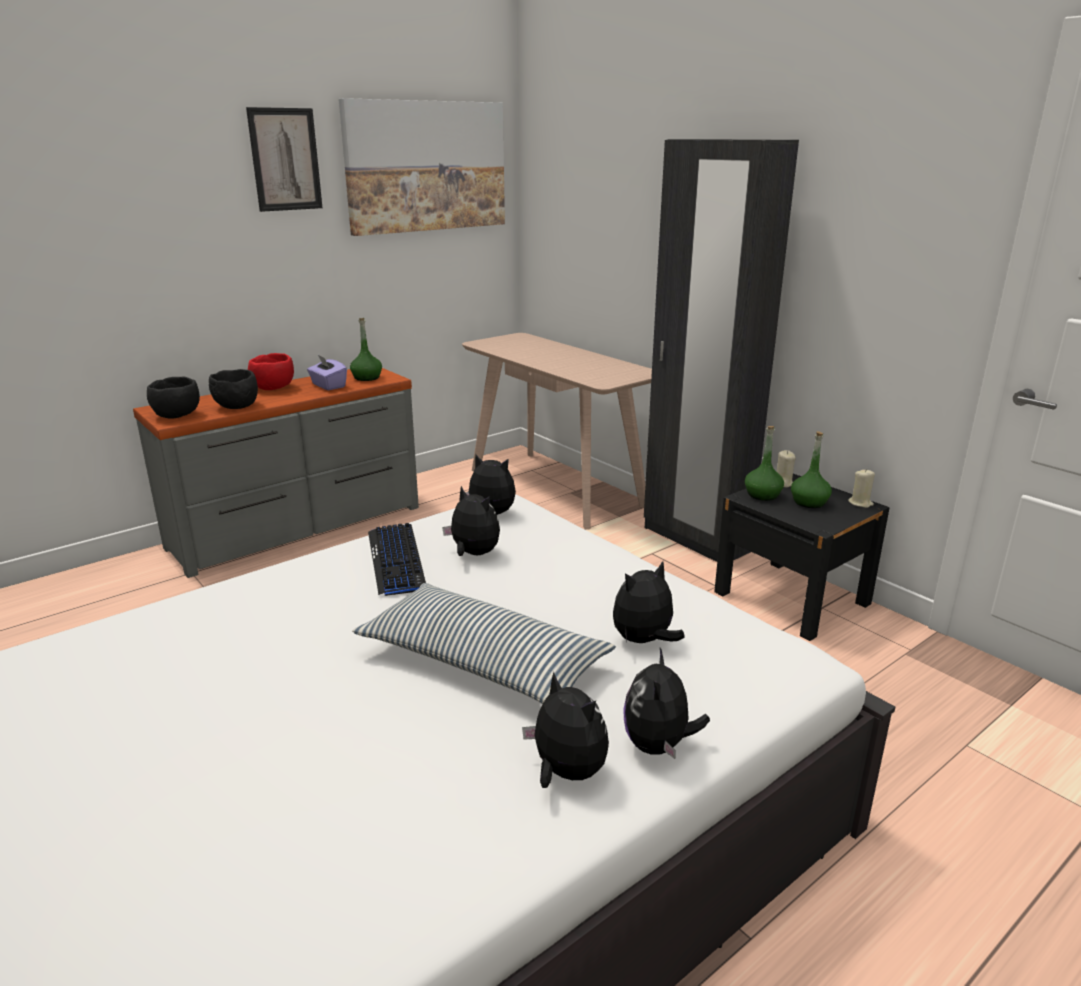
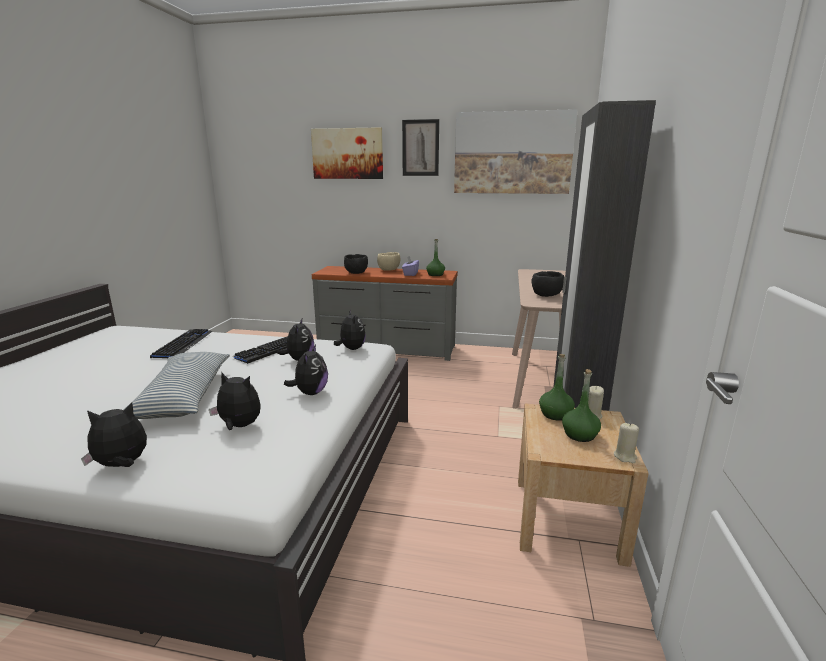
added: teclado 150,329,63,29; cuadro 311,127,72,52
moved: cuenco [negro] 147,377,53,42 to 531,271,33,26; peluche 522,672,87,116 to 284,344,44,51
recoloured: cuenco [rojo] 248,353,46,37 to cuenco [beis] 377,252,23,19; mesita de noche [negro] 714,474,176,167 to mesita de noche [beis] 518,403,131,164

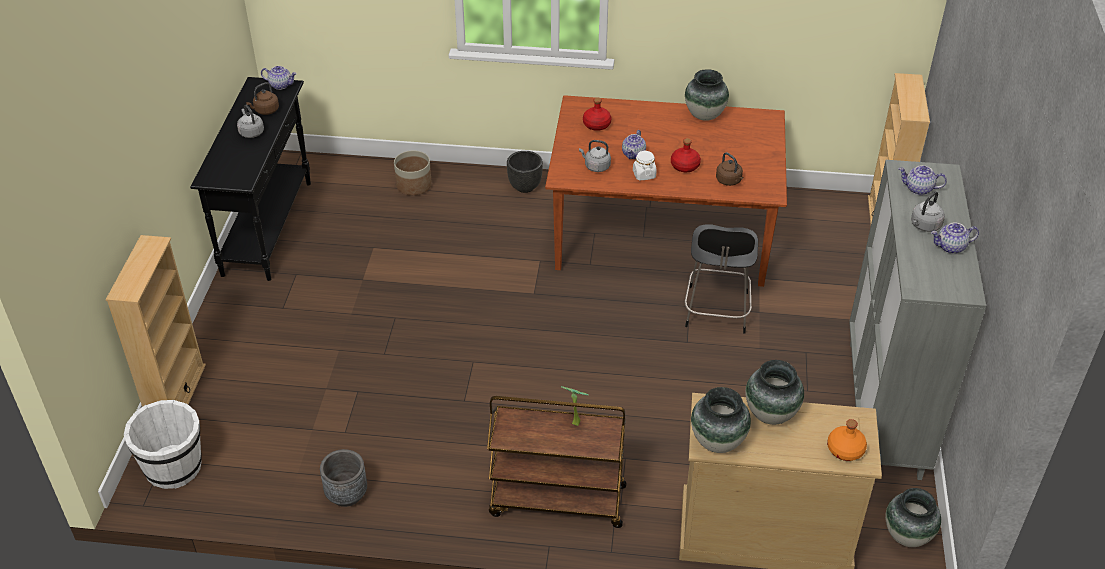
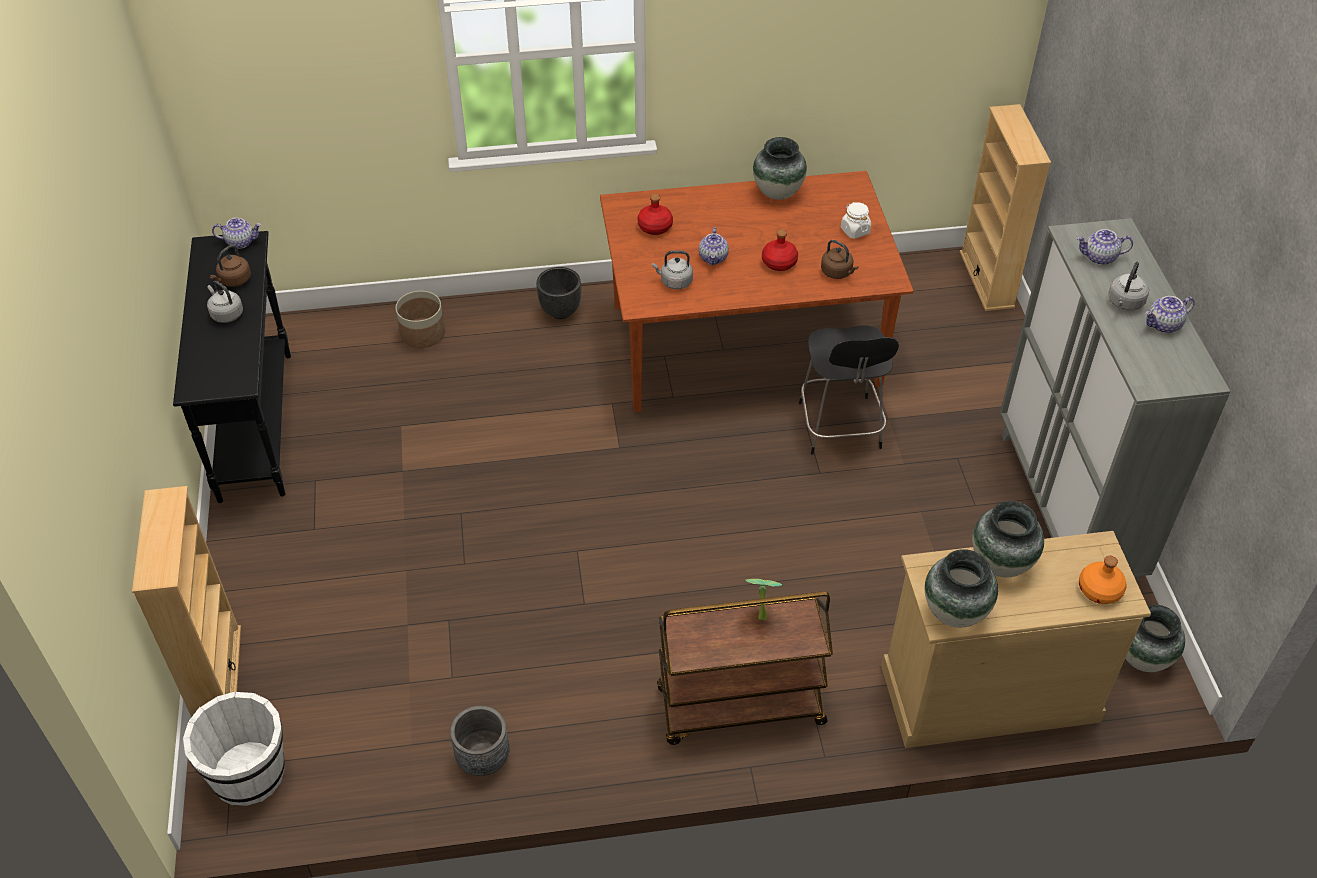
moved: tarro [blanco] 633,150,23,30 to 841,202,30,37

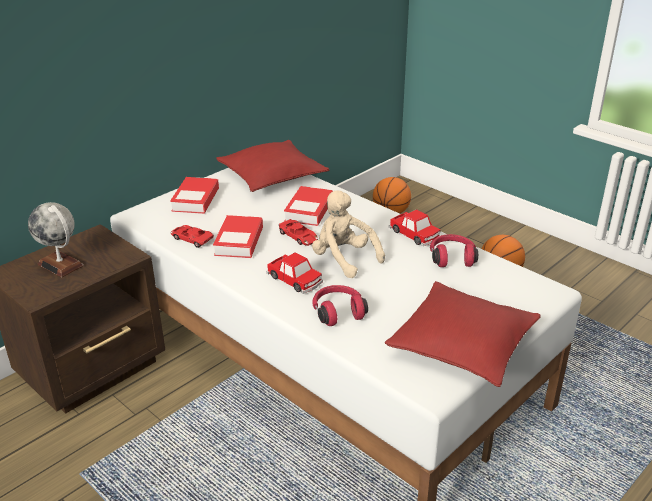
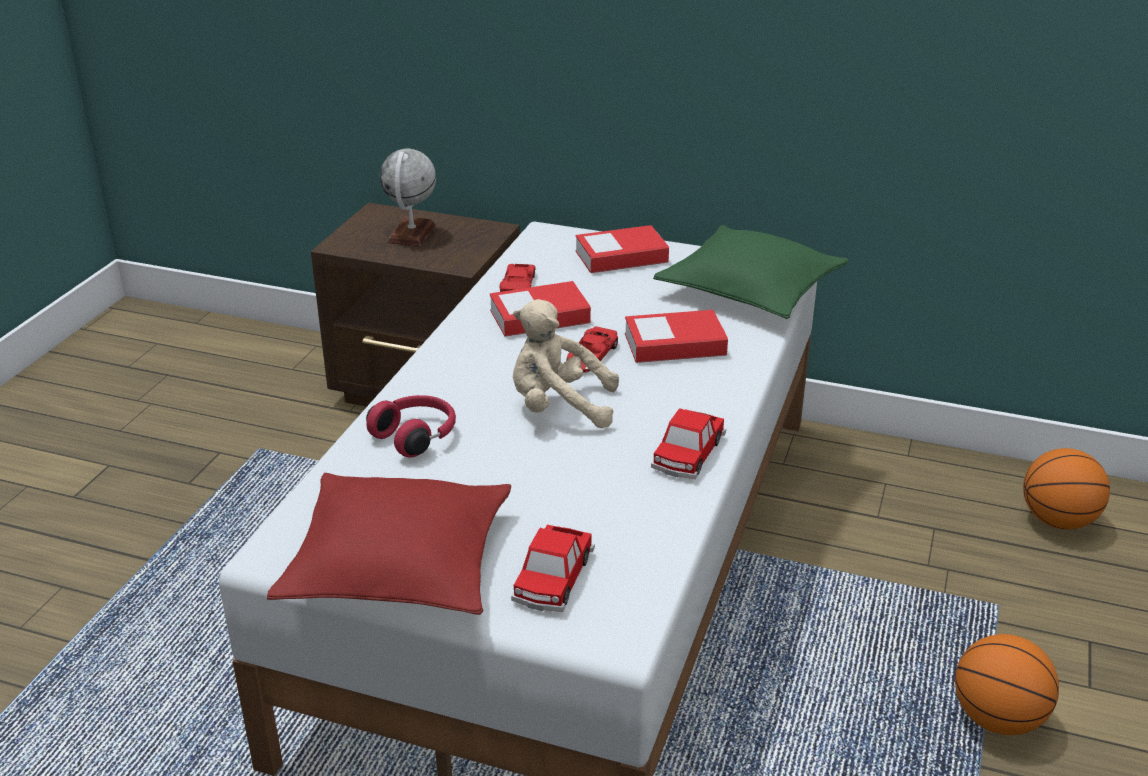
removed: auriculares [rojo] 430,234,48,33
moved: coche de juguete 266,252,57,42 to 511,525,84,87
recoloured: cojín [rojo] 216,140,113,52 to cojín [verde] 653,225,196,94
turned: peluche [beis] 312,190,73,88 = 513,299,106,129 105 degrees counterclockwise

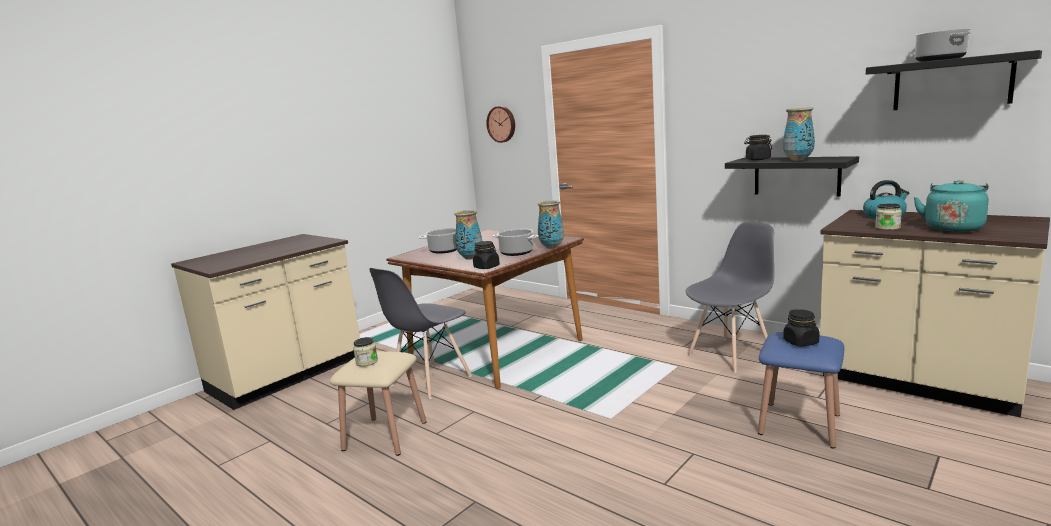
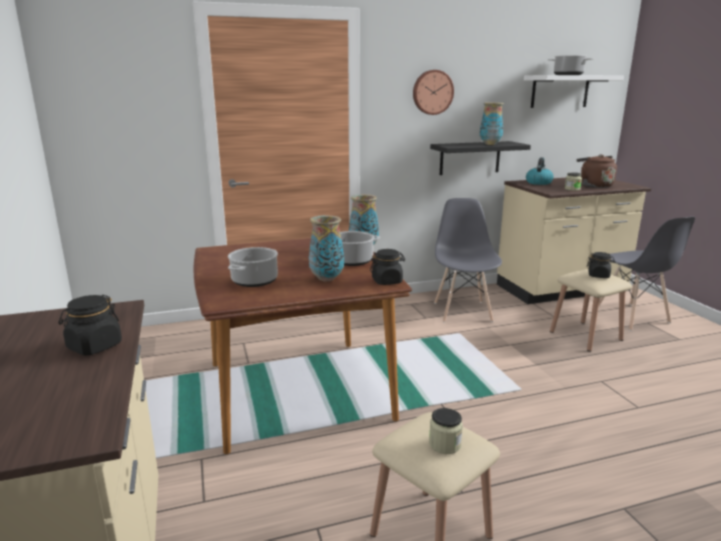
moved: silla [gris] 369,268,103,132 to 599,217,96,114; reloj de pared 486,106,29,37 to 413,70,41,45; tarro [negro] 744,135,28,25 to 58,295,64,61
recoloured: taburete [azul] 758,332,86,117 to taburete [beis] 550,269,82,83; estante [negro] 866,50,176,60 to estante [blanco] 524,75,100,33; hervidor [turquesa] 914,180,75,52 to hervidor [marrón] 577,154,40,34

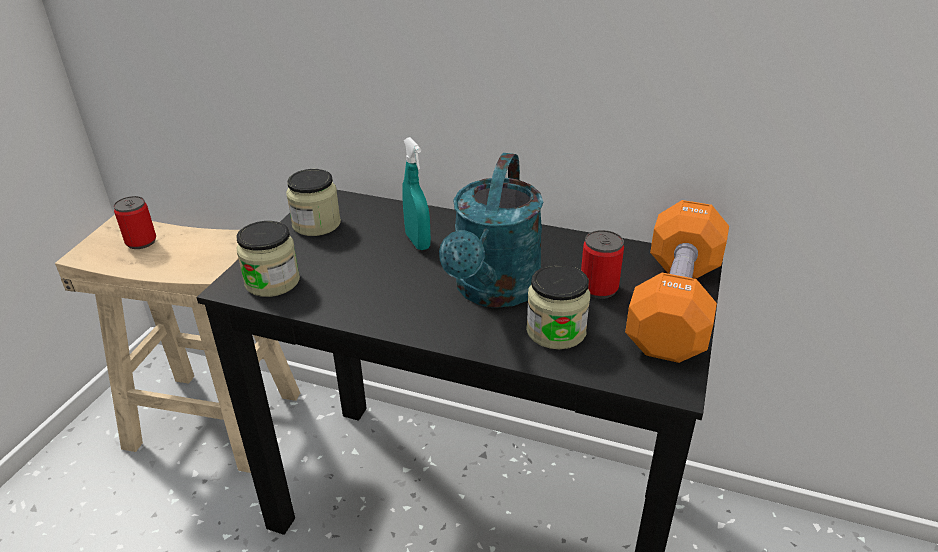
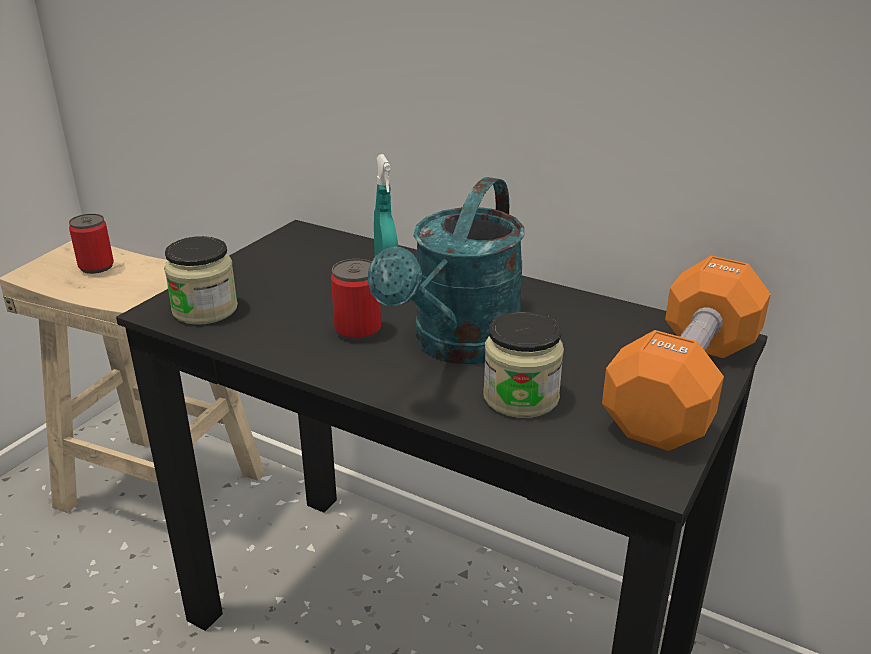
removed: tarro 286,169,55,67
moved: lata 581,230,43,69 to 331,259,50,82

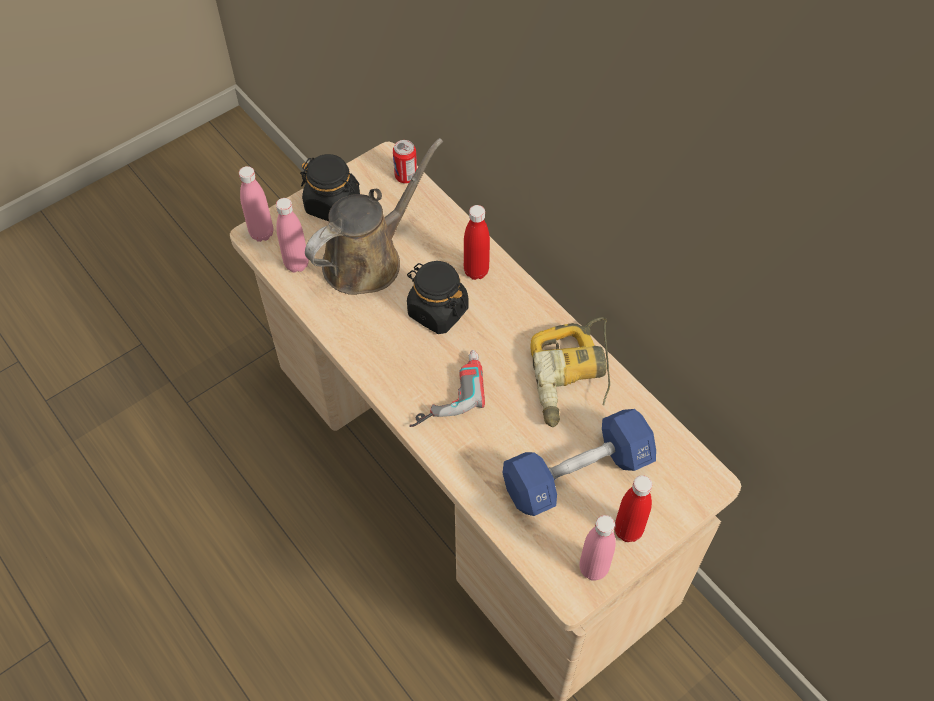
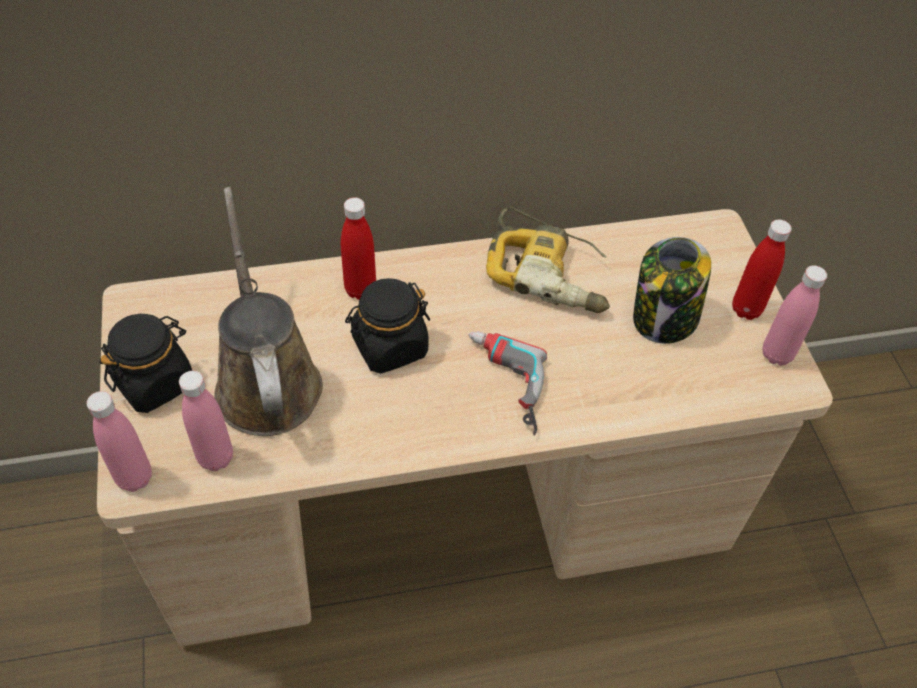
removed: lata 393,140,24,43
replaced: mancuerna [azul] 502,409,154,107 to tarro 633,237,78,107

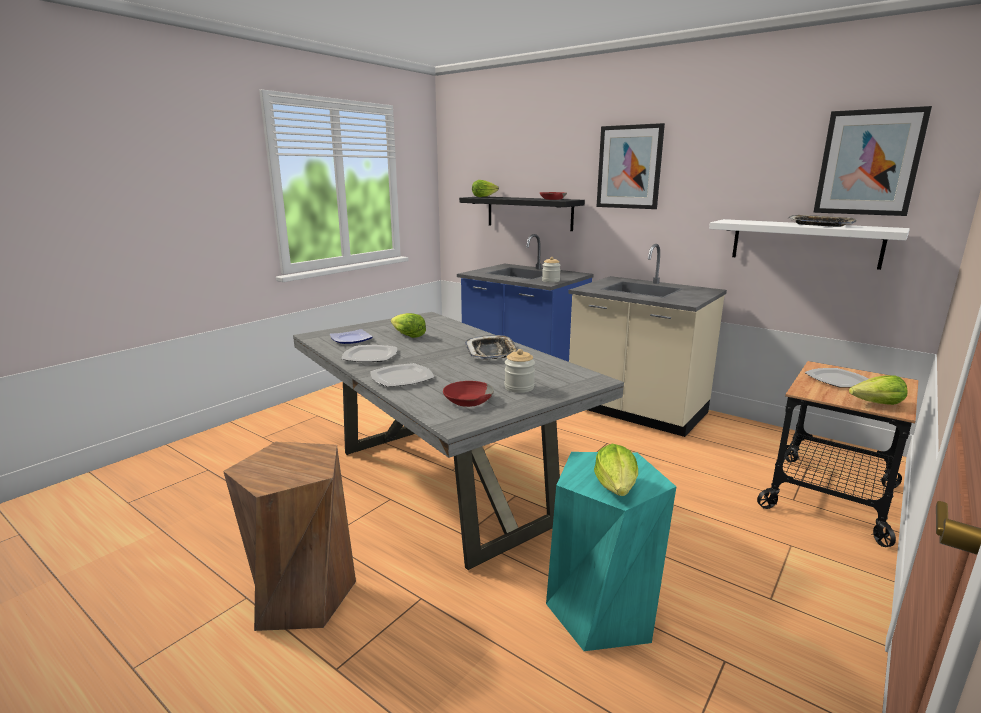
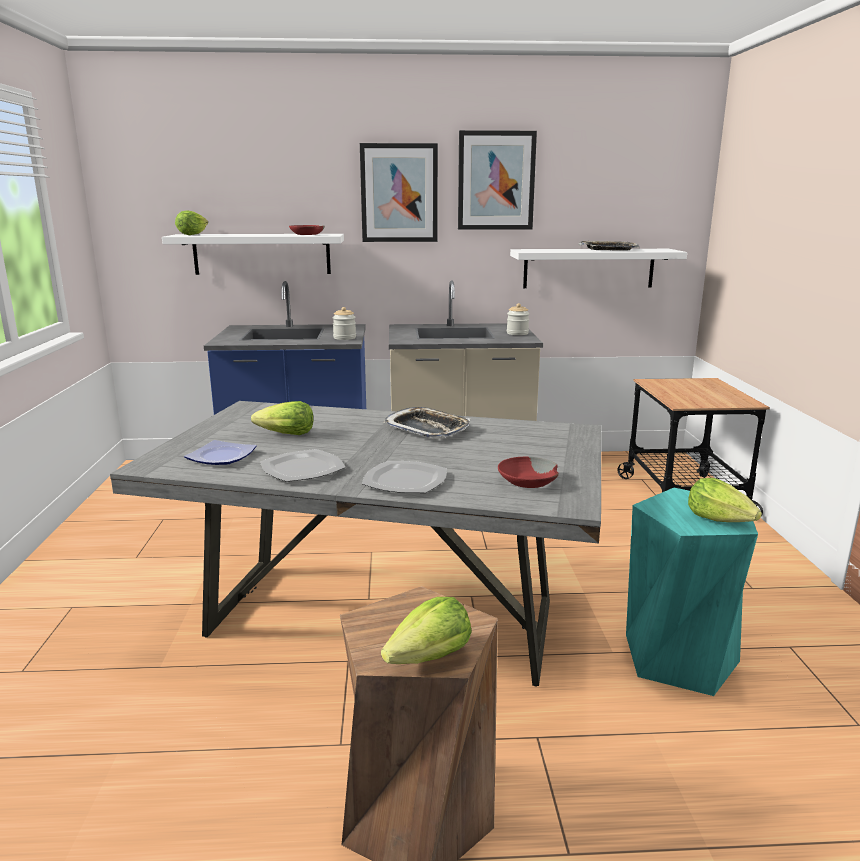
removed: plato 804,368,64,19
moved: tarro 505,349,30,44 to 507,303,22,32; cuadro 813,106,119,110 to 458,130,79,100; lechuga 849,375,59,30 to 381,597,91,67
recoloured: estante [negro] 459,197,126,34 to estante [blanco] 162,234,182,41

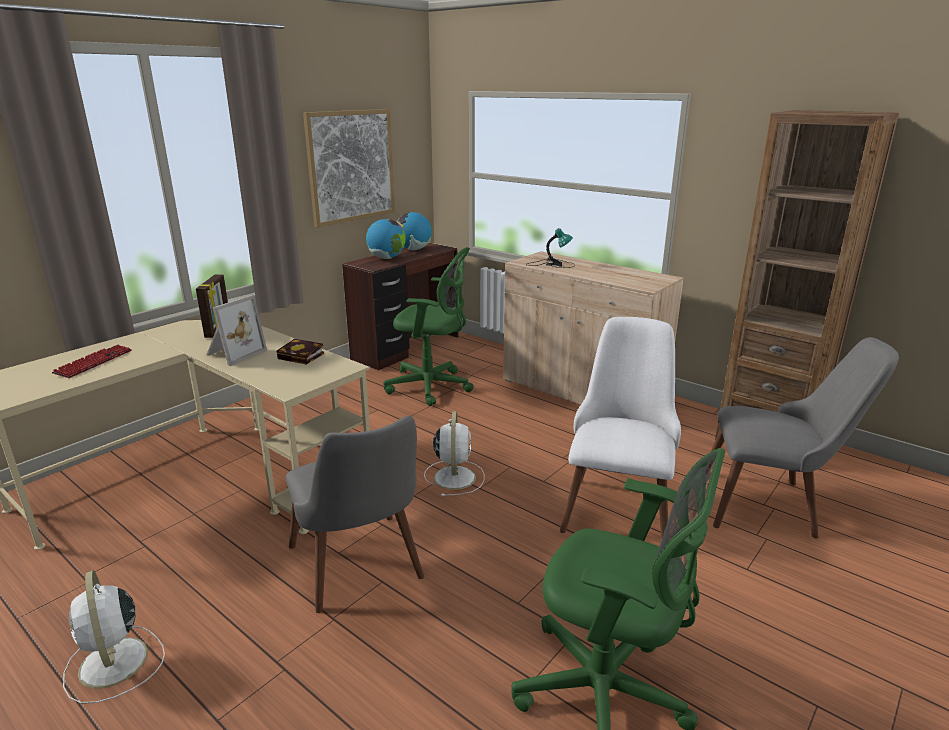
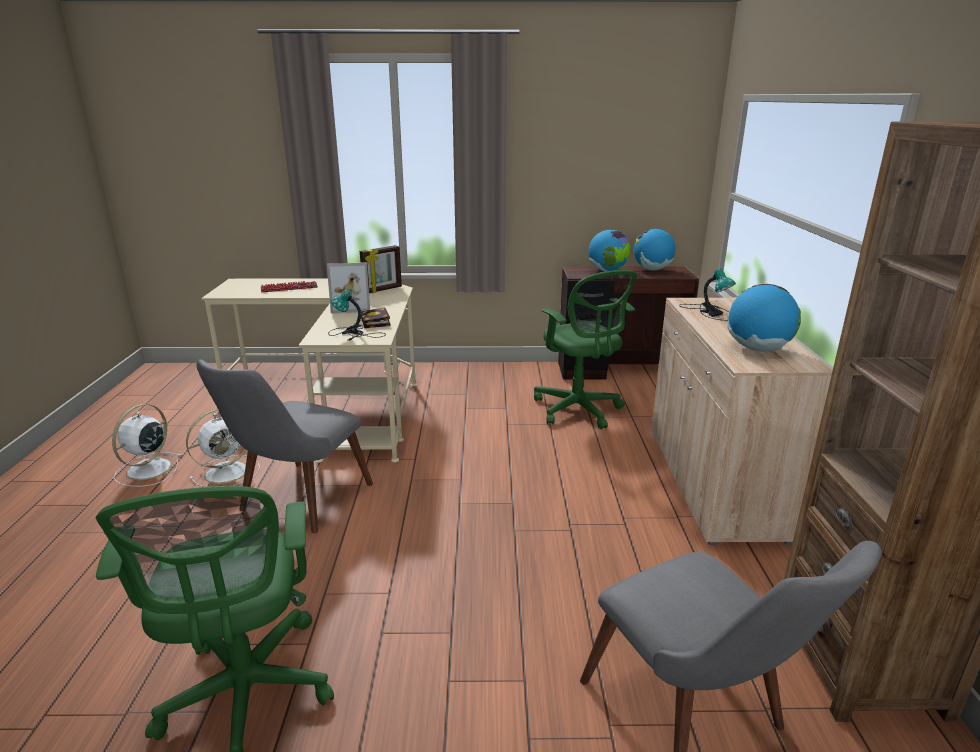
removed: cuadro 303,109,92,118; silla [blanco] 560,317,121,223
added: lámpara de mesa 328,290,58,51; globo terráqueo 727,284,74,67
moved: ventilador [blanco] 424,411,60,86 to 186,409,74,78

